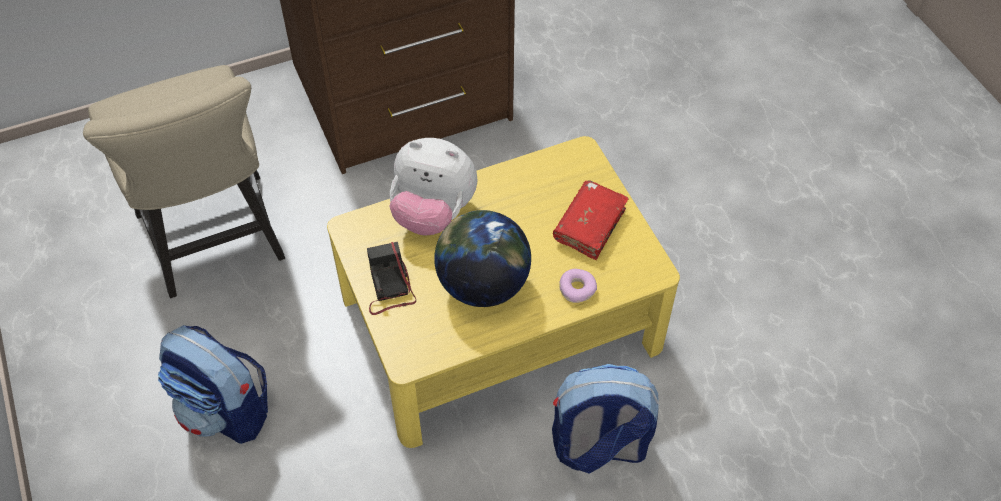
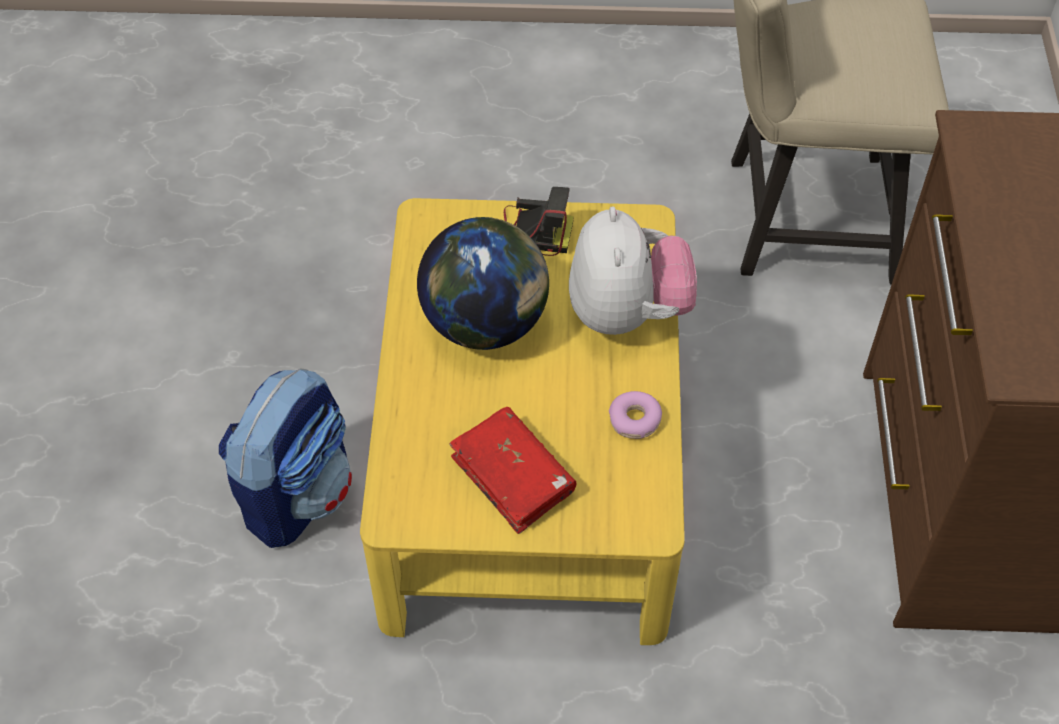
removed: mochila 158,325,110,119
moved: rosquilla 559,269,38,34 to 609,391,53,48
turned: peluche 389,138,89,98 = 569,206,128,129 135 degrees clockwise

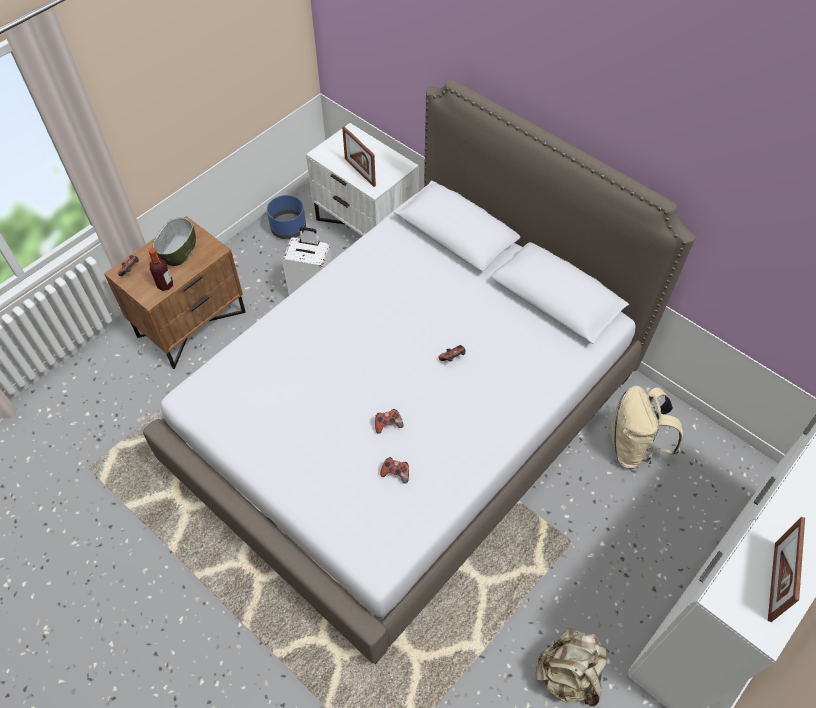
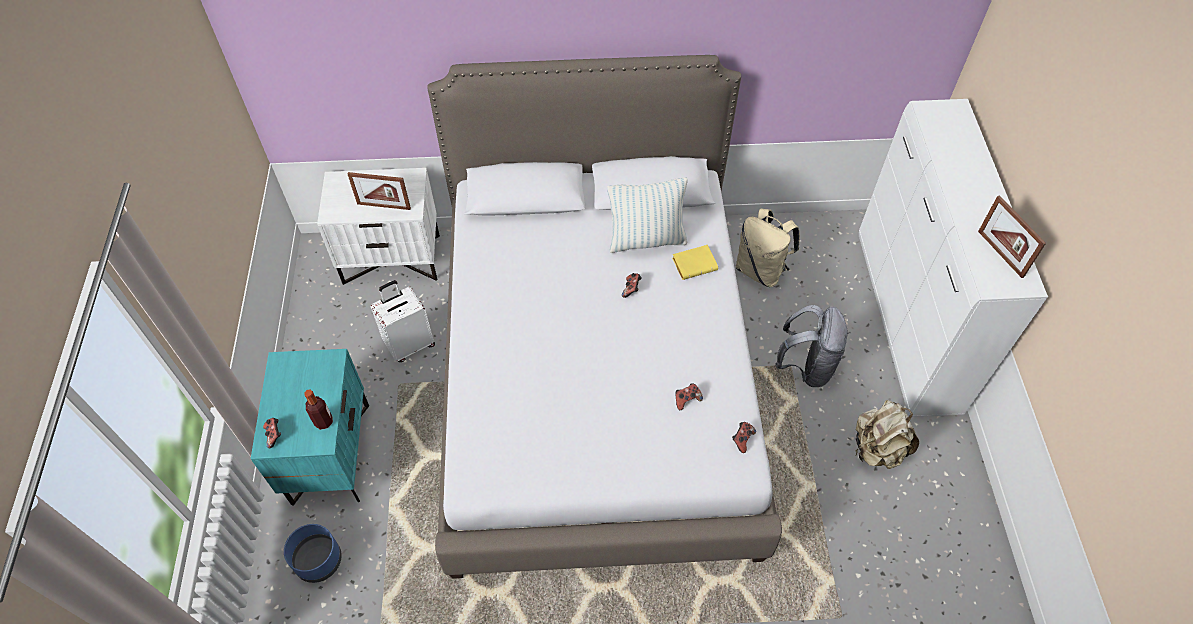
removed: cuenco 152,217,44,49
added: cojín 607,178,81,75; libro [amarillo] 672,245,46,35; mochila [gris] 775,305,74,82
moved: maceta [azul] 267,195,39,44 to 284,524,58,59; mando de consola 375,409,29,25 to 732,422,24,31
recoloured: mesita de noche [marrón] 104,216,142,153 to mesita de noche [turquesa] 251,349,118,157

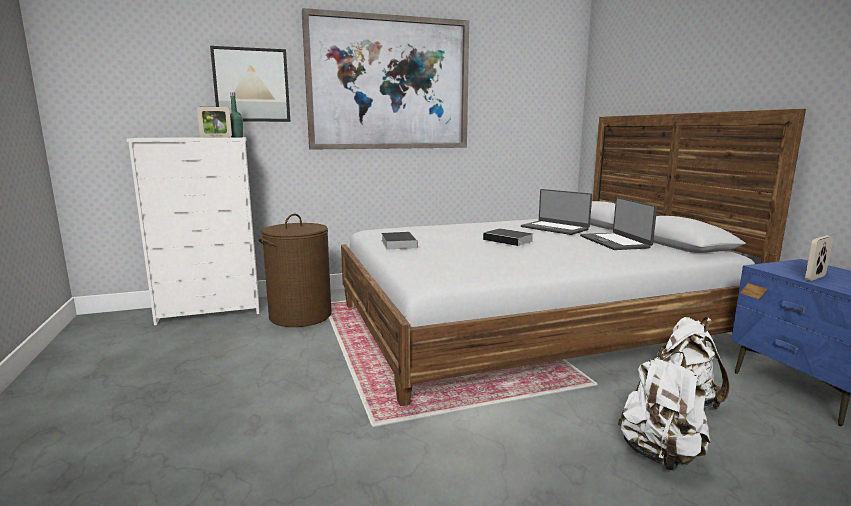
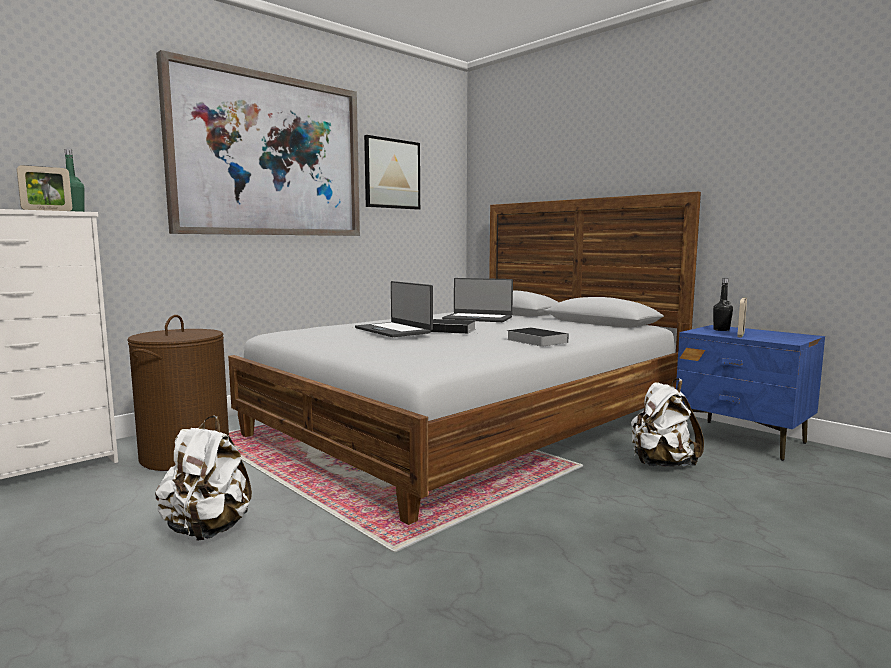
added: botella [negro] 713,278,20,53
moved: cuadro 210,46,80,76 to 364,135,56,75; libro 381,232,36,18 to 506,327,63,20; portátil 580,197,77,53 to 355,281,78,56; mochila [blanco] 618,351,93,120 to 155,415,97,126

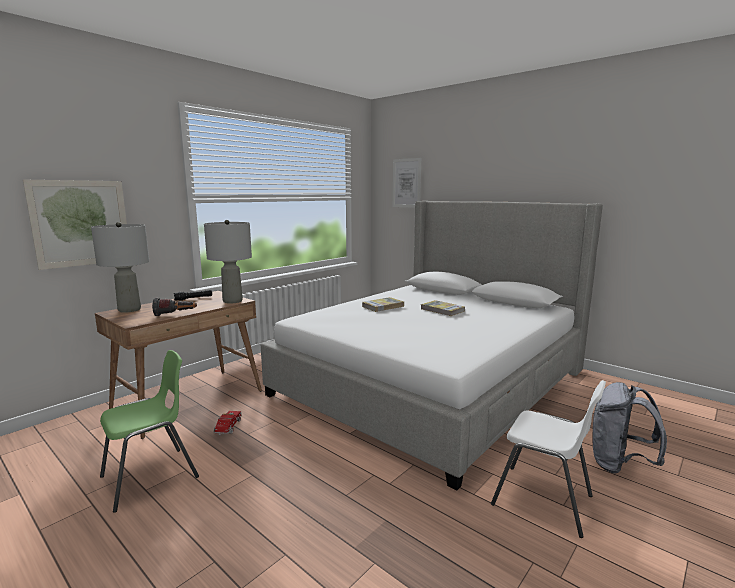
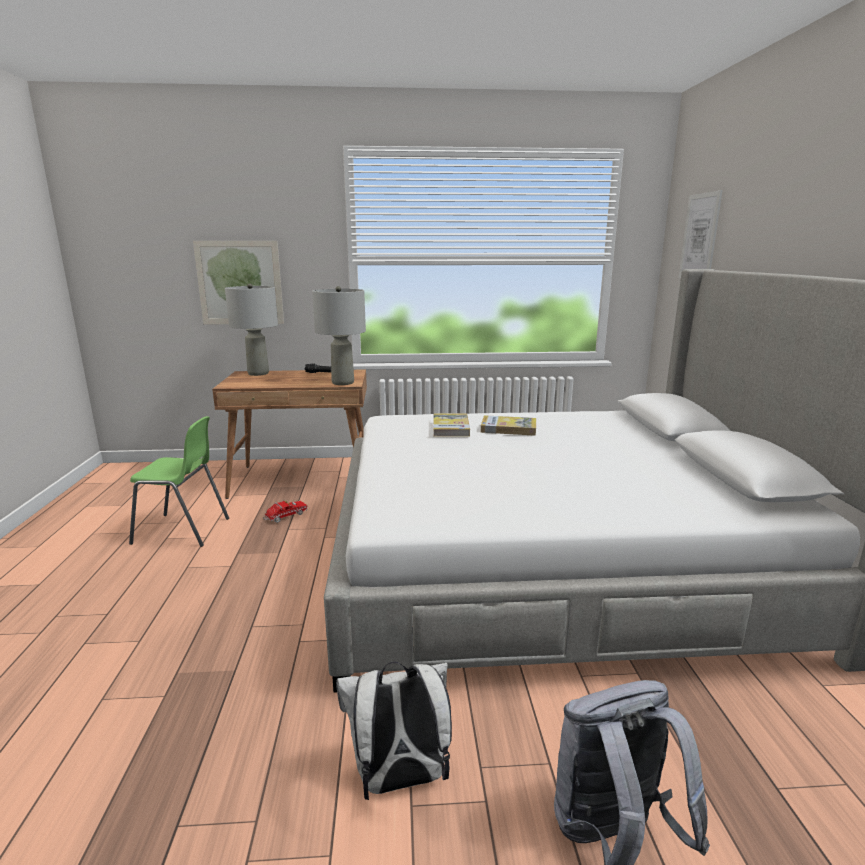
removed: linterna 152,298,45,18
moved: libro 421,300,44,16 to 433,413,37,24
replaced: silla [blanco] 491,380,115,158 to mochila [blanco] 336,662,116,138

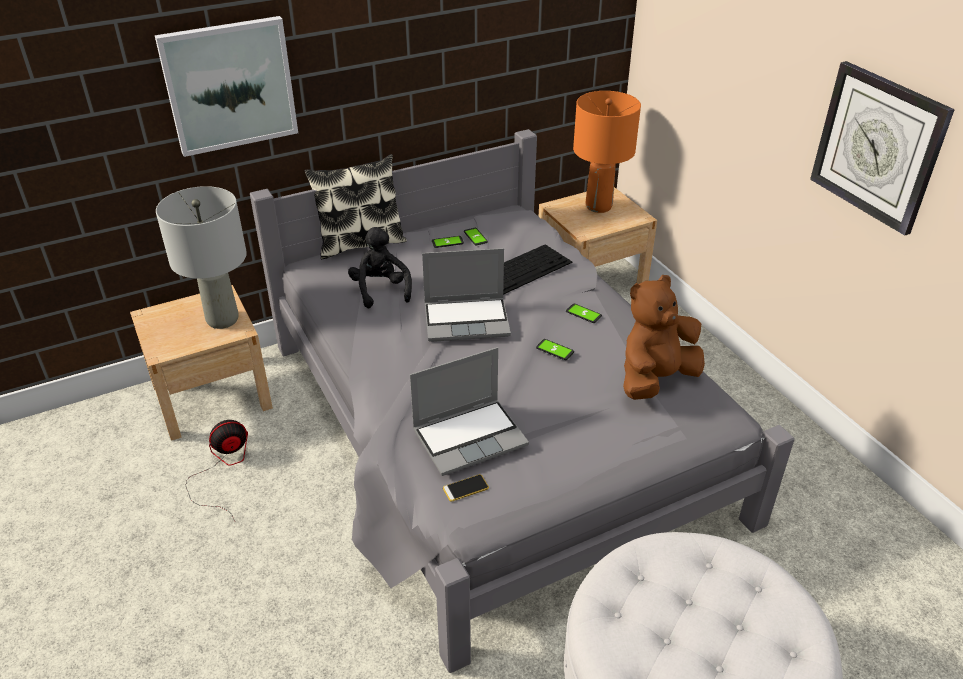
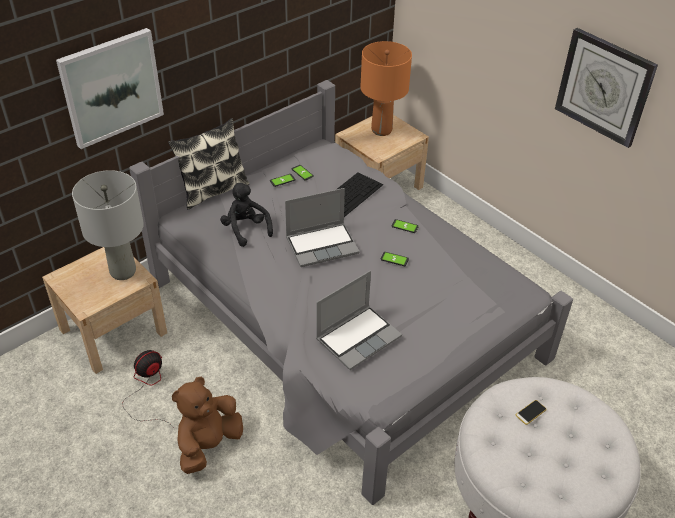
moved: móvil 443,474,46,28 to 516,400,31,25; peluche [marrón] 623,275,82,125 to 172,377,71,97

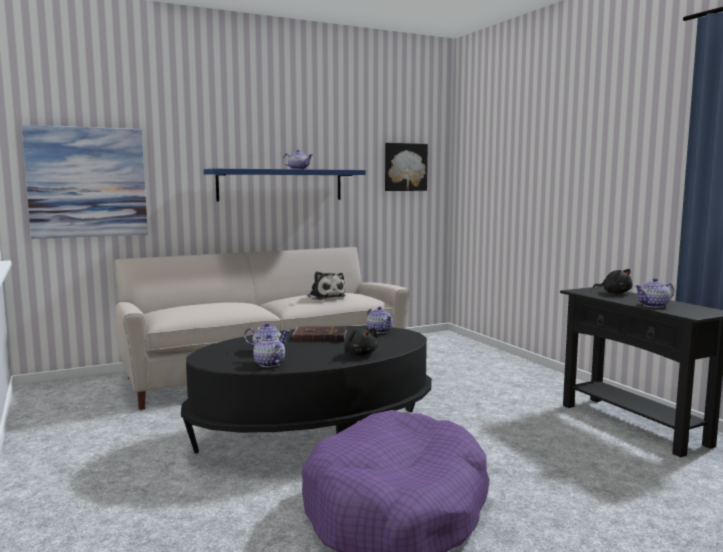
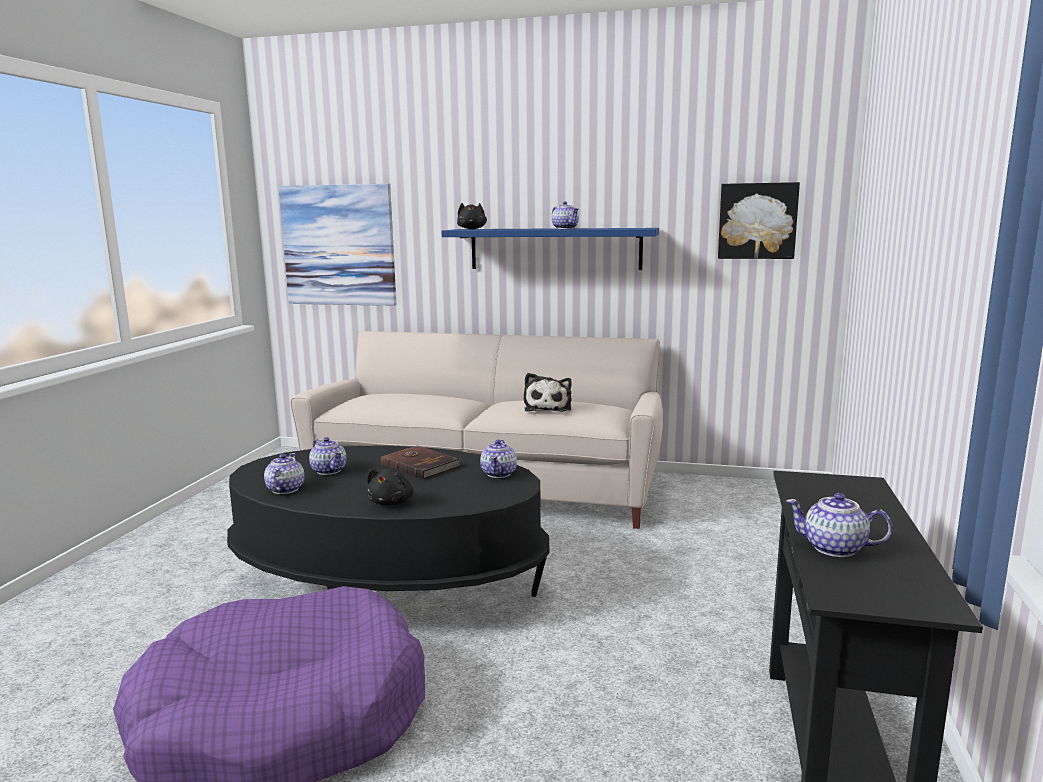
moved: peluche [negro] 593,269,39,25 to 457,203,30,26

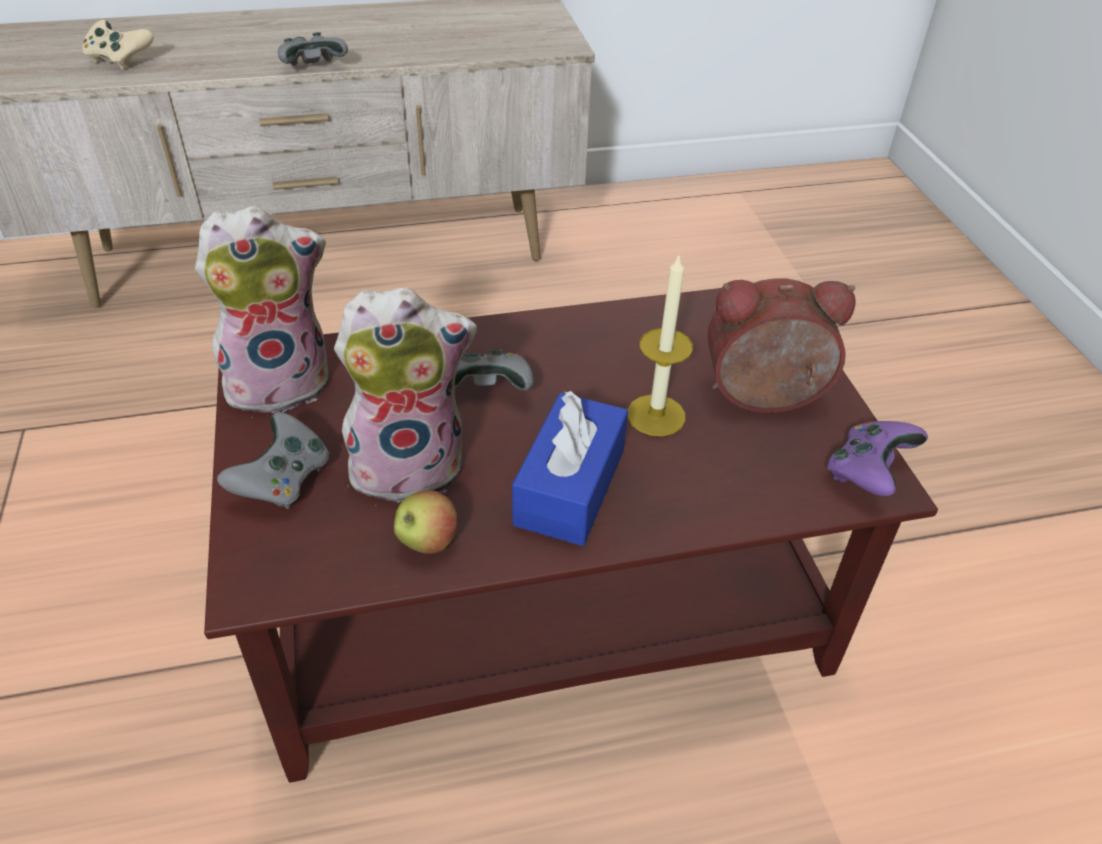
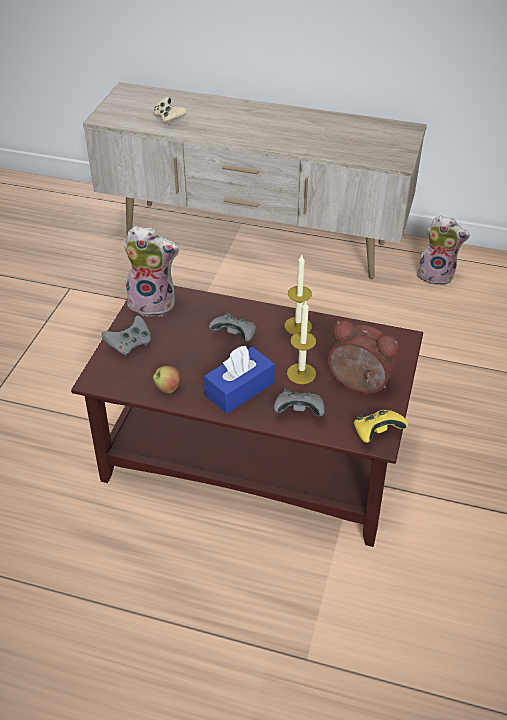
added: vela 285,255,27,80
moved: mando de consola [gris] 278,32,70,34 to 274,389,51,28; peluche 334,287,143,216 to 417,215,53,71
recoloured: mando de consola [morado] 827,421,101,75 to mando de consola [amarillo] 354,409,55,34

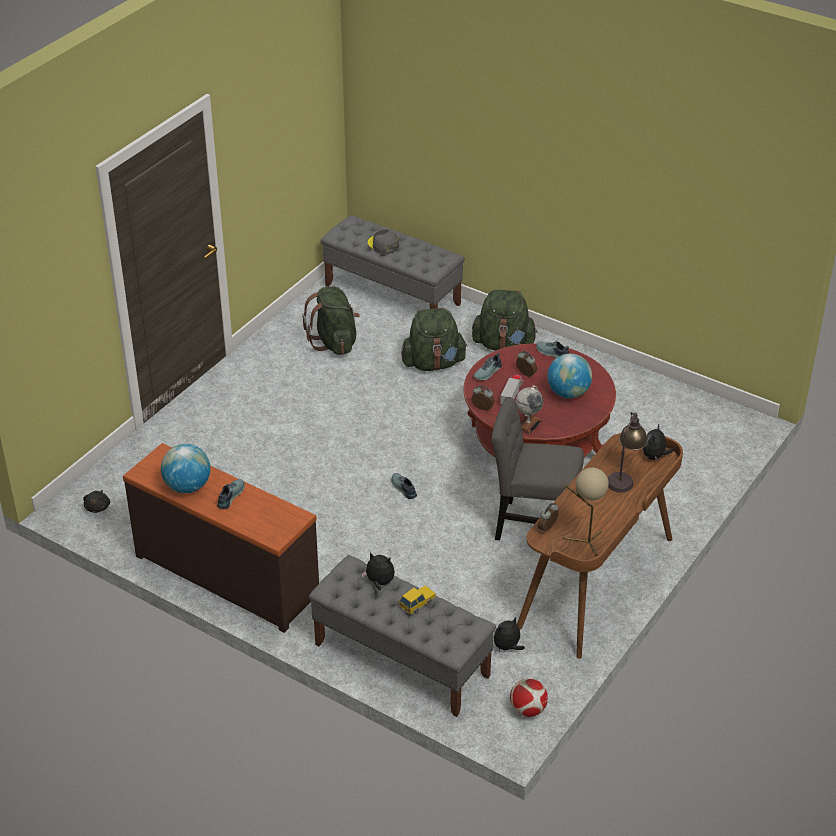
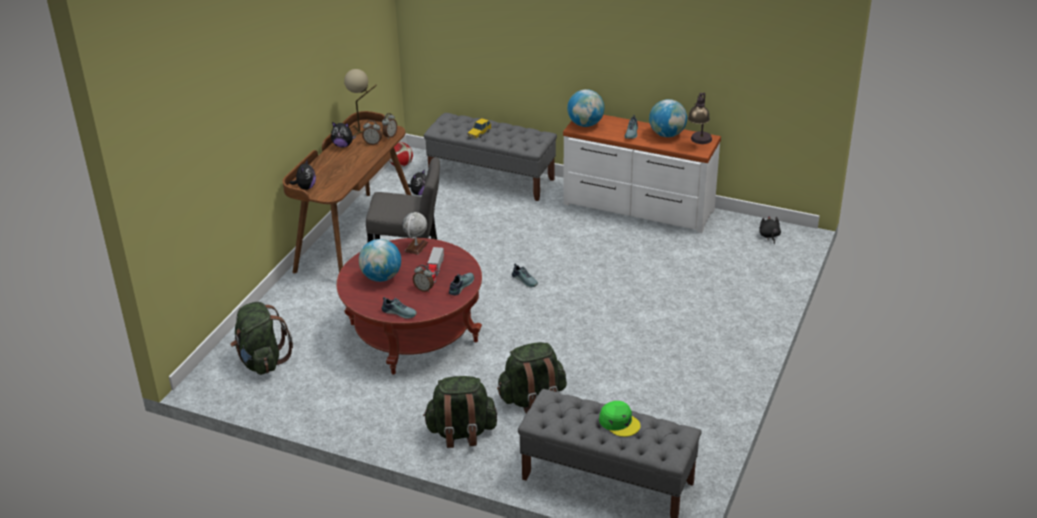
added: globo terráqueo 567,89,37,38
moved: mochila [verde] 302,286,58,69 to 231,302,62,73; peluche 361,552,34,38 to 331,122,25,26; despertador 471,386,24,24 to 362,120,20,25; lámpara de mesa 608,412,39,80 to 688,93,24,51
recoloured: cómoda [marrón] 123,443,196,190 to cómoda [blanco] 563,115,158,118; gorra [gris] 368,230,31,24 to gorra [verde] 599,401,42,36

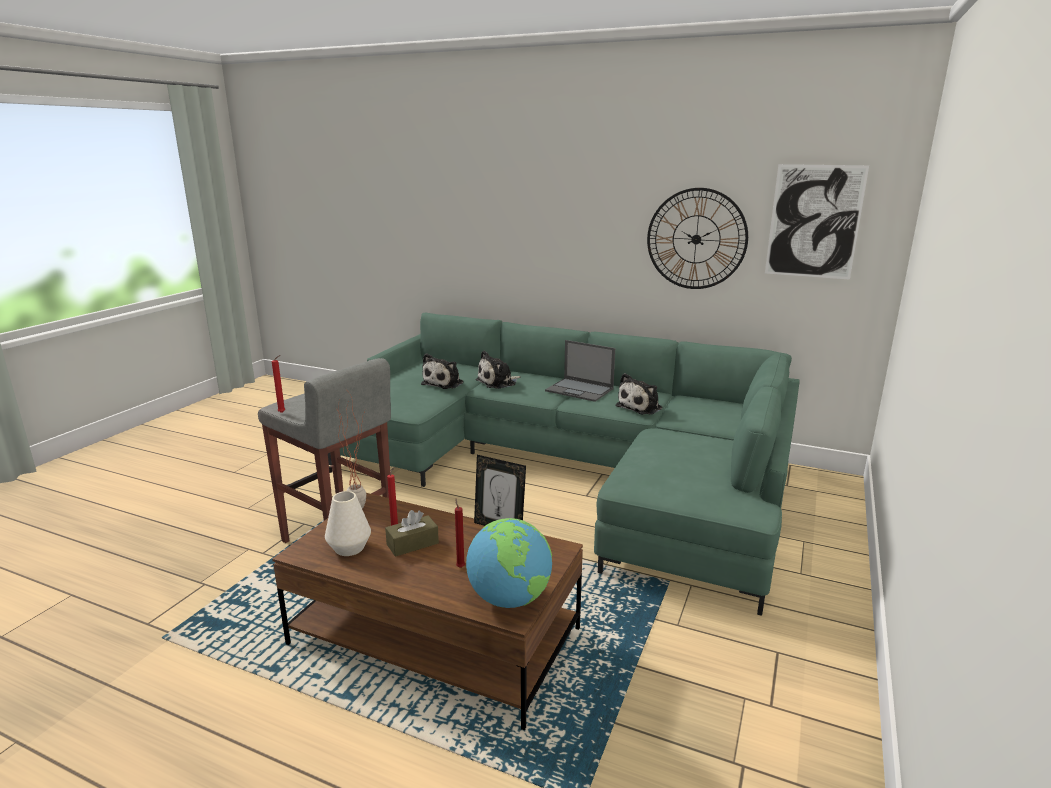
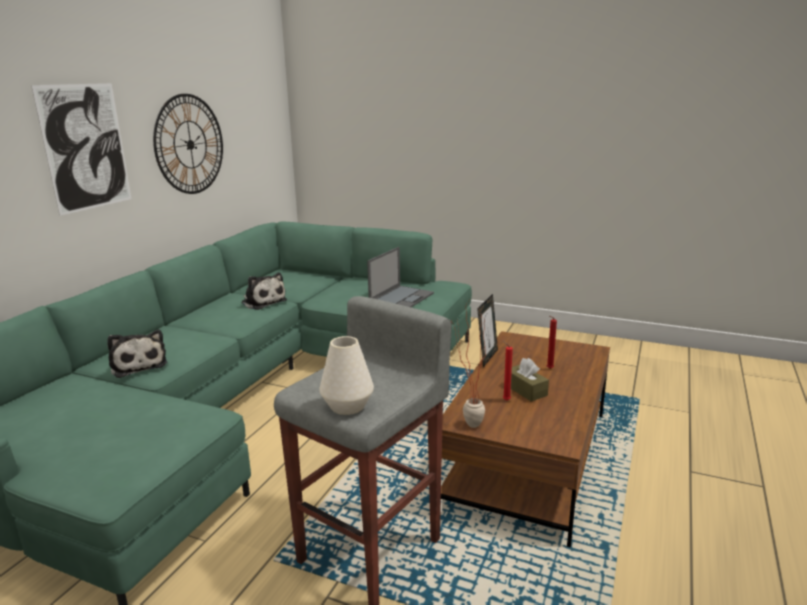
removed: vela [rojo] 272,355,14,58; peluche 421,353,42,36; globo terráqueo 466,518,86,90
moved: florero [blanco] 325,491,46,65 to 319,336,55,79; portátil 545,340,70,62 to 367,247,67,60; cuadro 765,164,104,116 to 31,83,101,133

